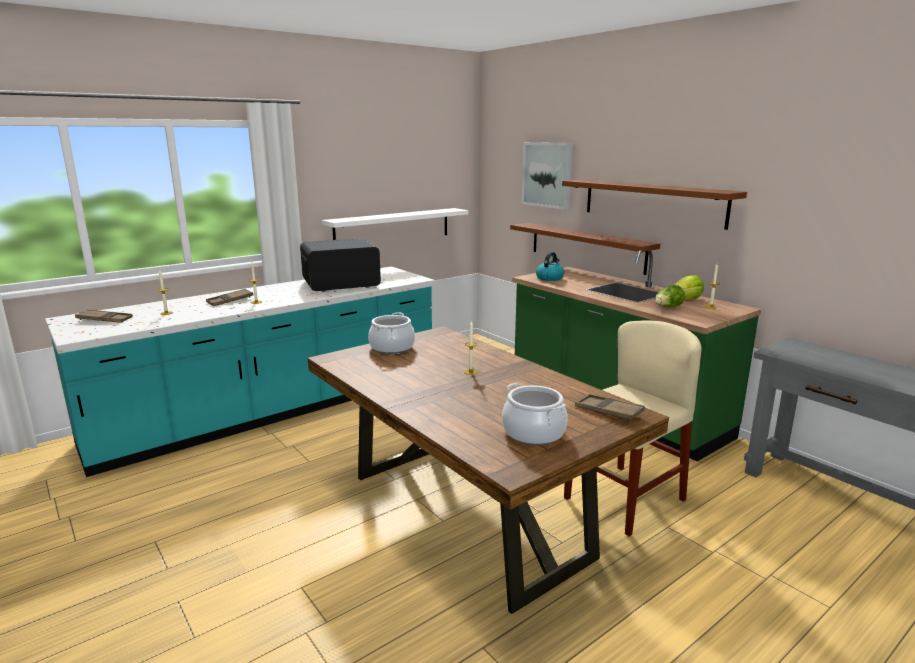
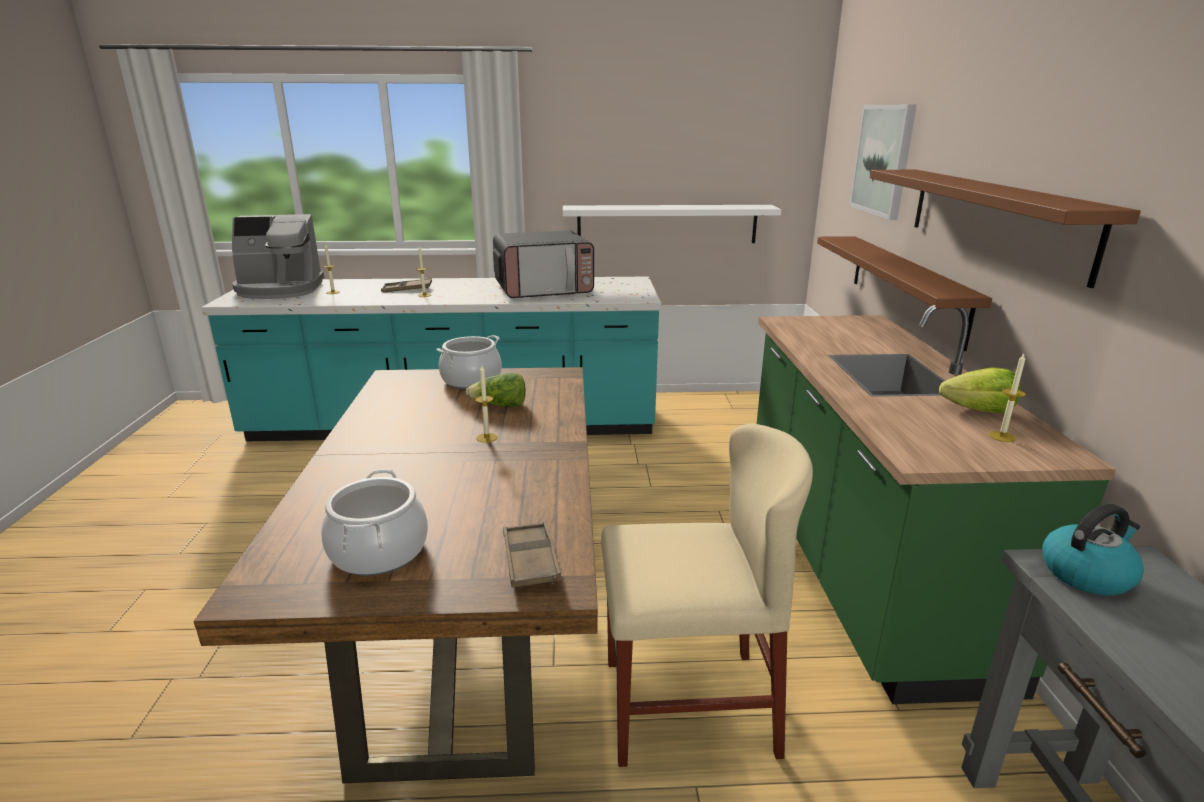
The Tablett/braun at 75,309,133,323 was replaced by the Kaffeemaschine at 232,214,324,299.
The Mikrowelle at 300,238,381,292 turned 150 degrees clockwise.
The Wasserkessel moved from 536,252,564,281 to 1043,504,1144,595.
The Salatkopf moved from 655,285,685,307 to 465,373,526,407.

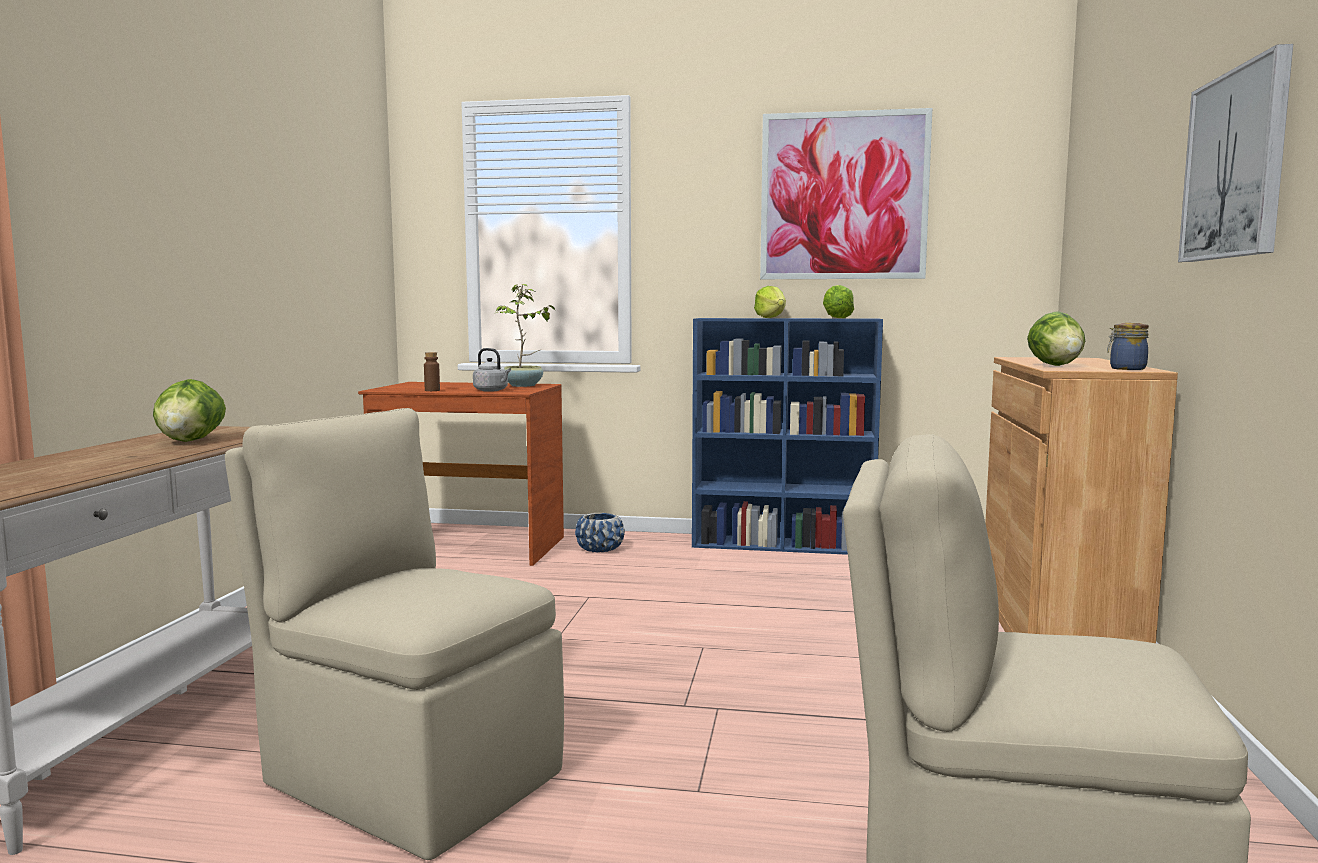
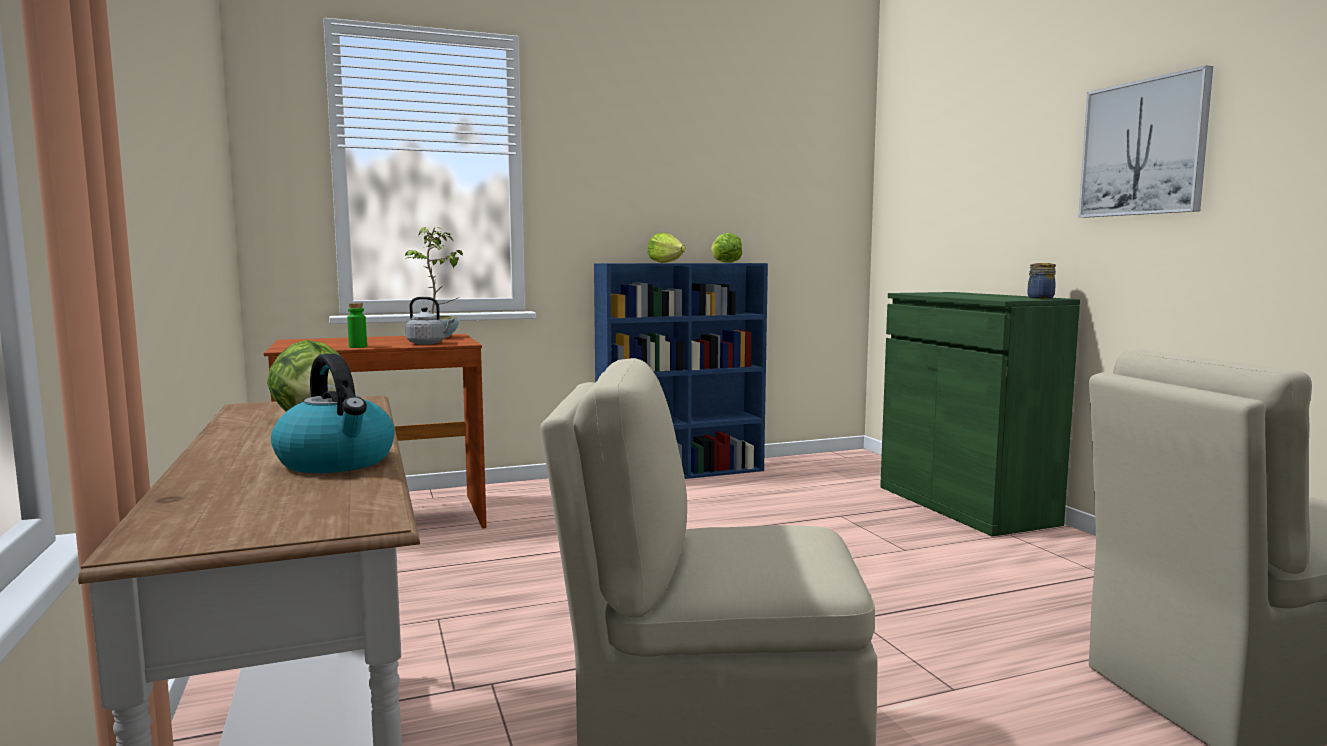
The Flasche/braun at 424,352,440,391 became the Flasche/grün at 347,303,367,348.
The Pflanzkübel/blau at 575,513,625,552 disappeared.
The Bild at 760,108,932,279 disappeared.
The Schrank/braun at 985,357,1178,643 became the Schrank/grün at 880,292,1080,537.
The Salatkopf at 1027,312,1085,366 disappeared.
The Wasserkessel at 271,354,395,473 appeared.

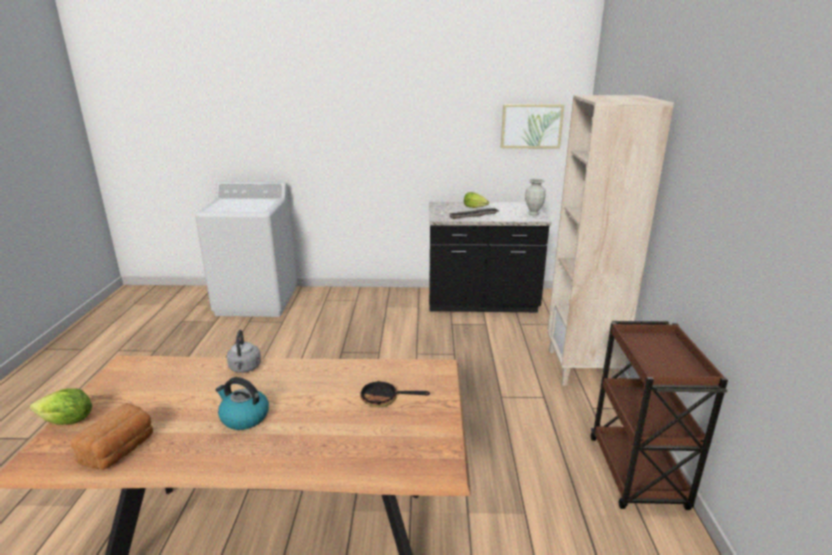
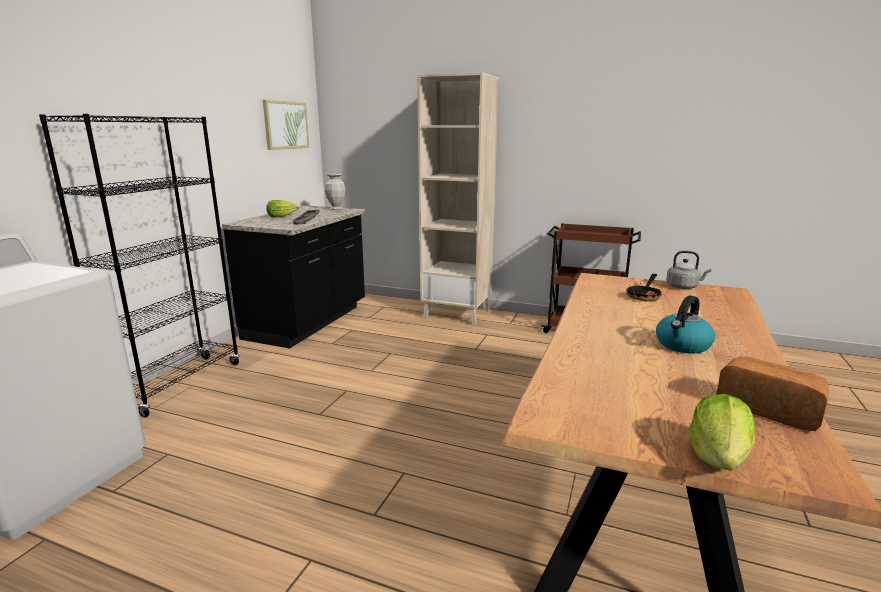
The Wasserkessel/grau moved from 227,330,261,373 to 666,251,711,289.
The Bücherregal/schwarz at 39,114,239,417 appeared.

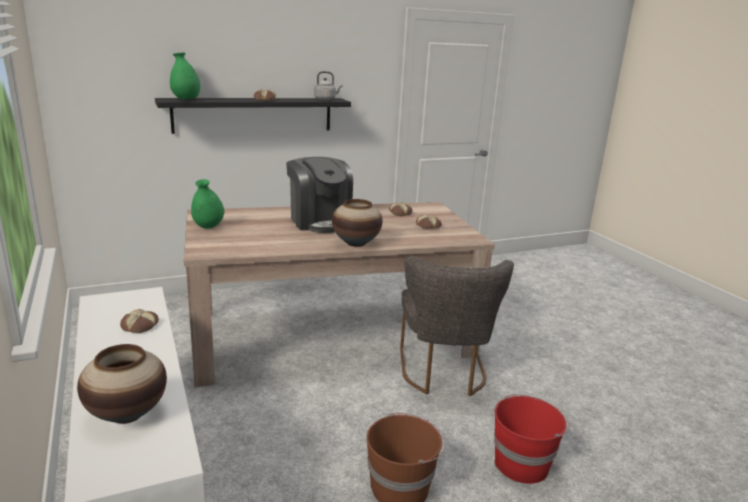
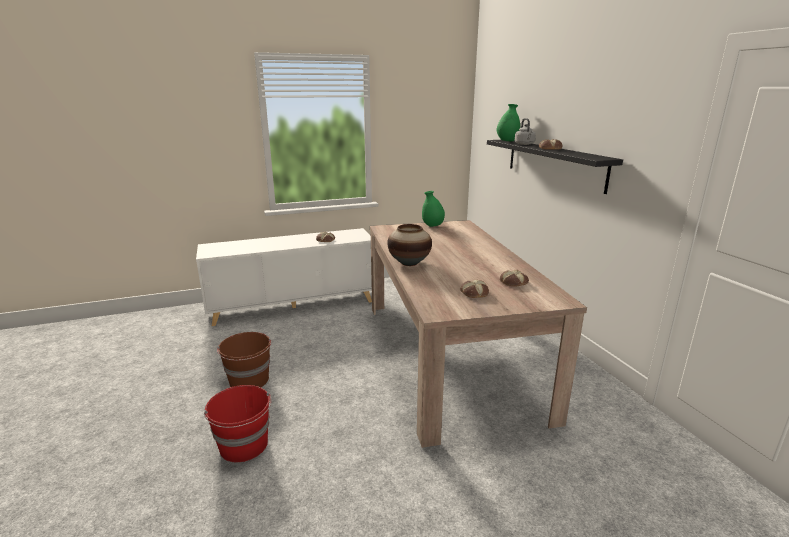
The Vase at 77,344,167,424 disappeared.
The Kaffeemaschine at 286,157,353,233 disappeared.
The Wasserkessel/grau moved from 314,71,343,100 to 515,118,536,145.
The Stuhl/grau at 400,256,514,396 disappeared.

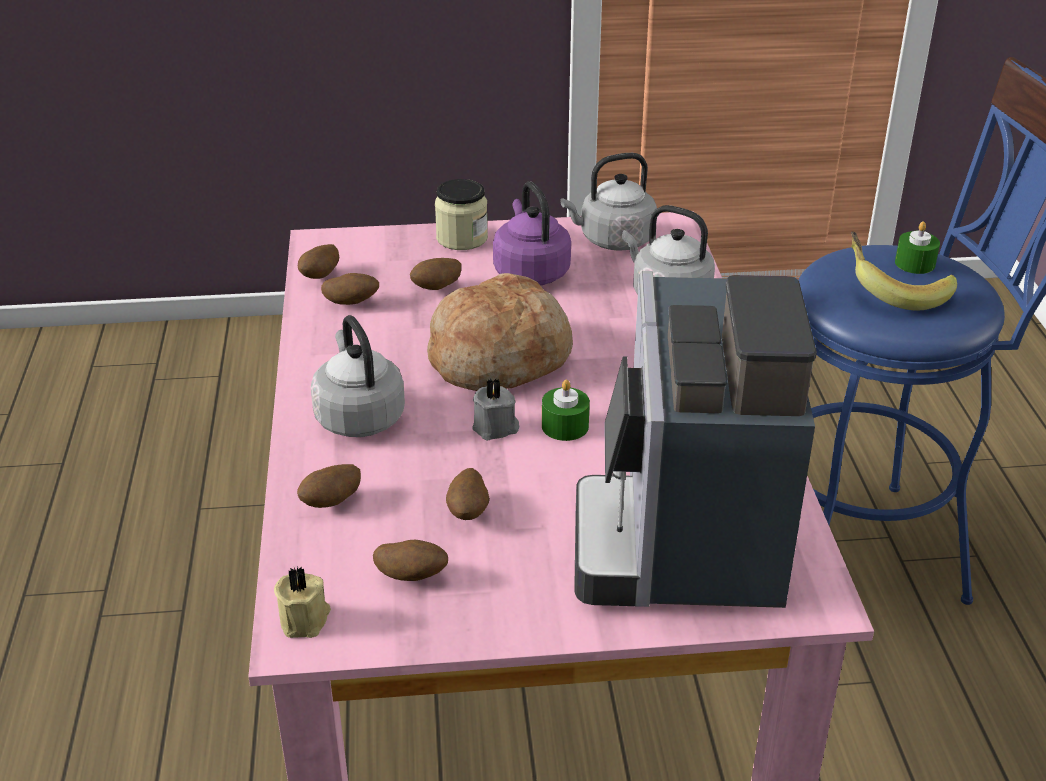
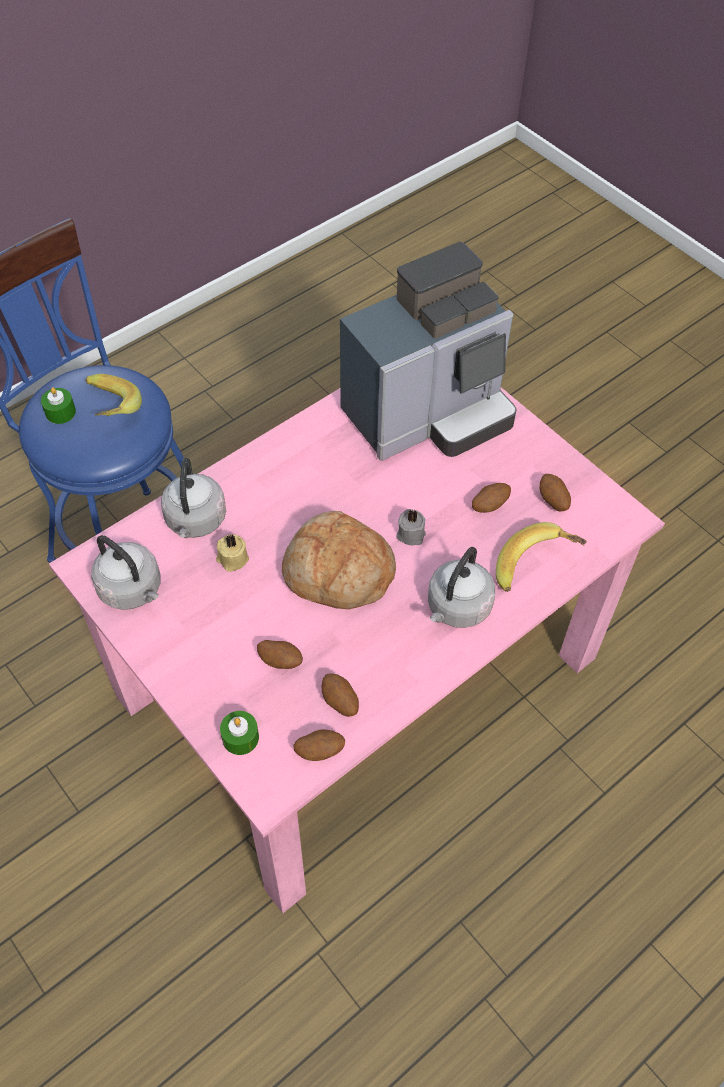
The Kerze/beige moved from 274,567,331,638 to 216,535,249,572.
The Kartoffel at 297,464,361,508 was replaced by the Banane at 496,522,587,592.
The Vorratsglas at 435,179,488,250 disappeared.
The Wasserkessel/lila at 493,181,571,285 disappeared.
The Kerze/grün moved from 542,380,590,441 to 220,711,259,755.

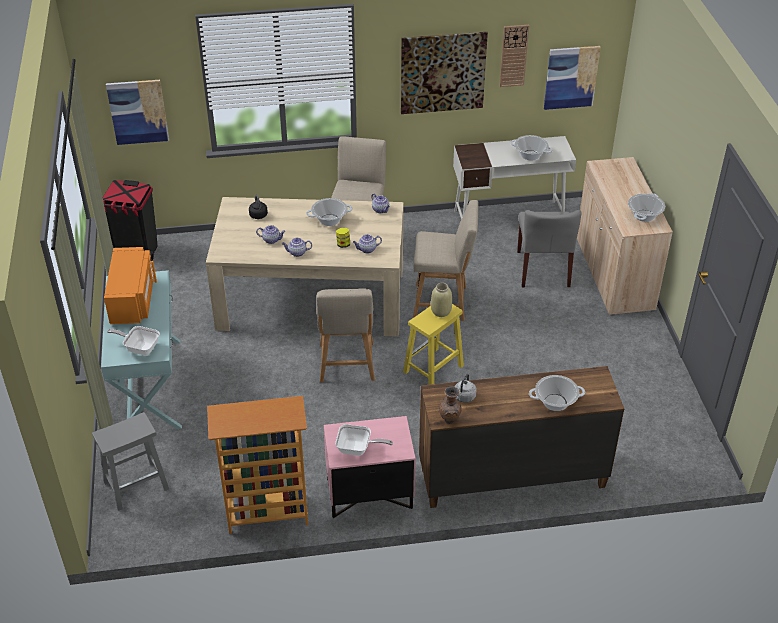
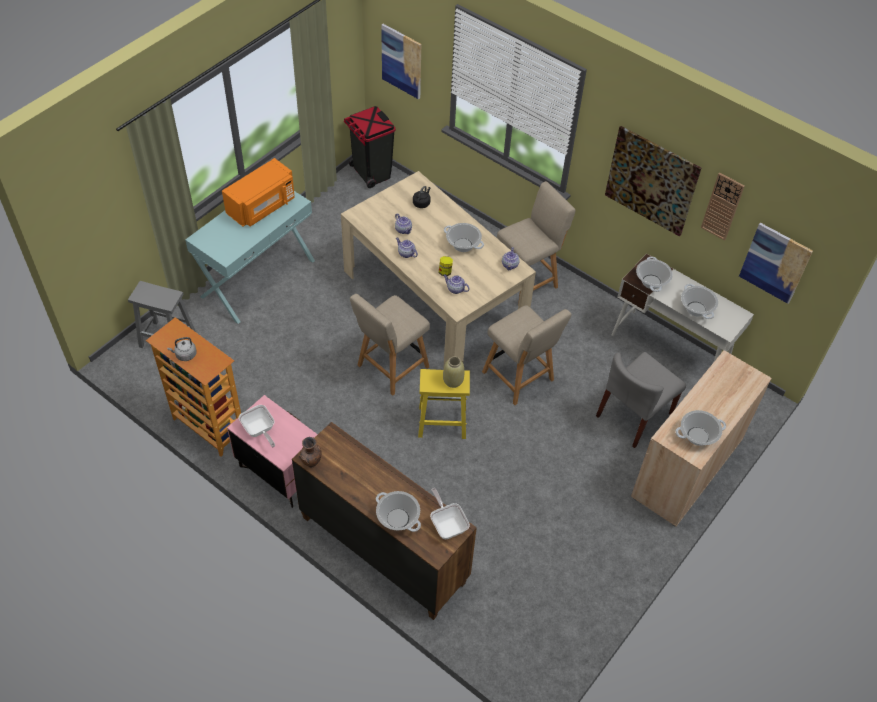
The Pfanne moved from 107,326,160,356 to 430,488,470,539.
The Wasserkessel/grau moved from 455,374,477,403 to 167,337,197,361.
The Kochtopf at 636,256,673,292 appeared.

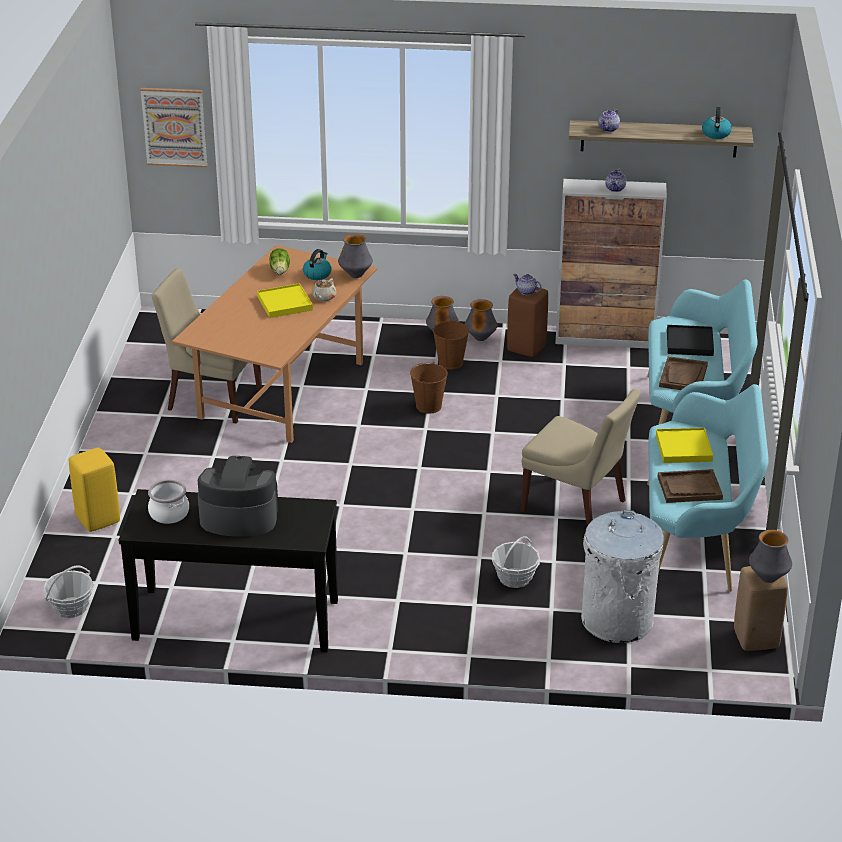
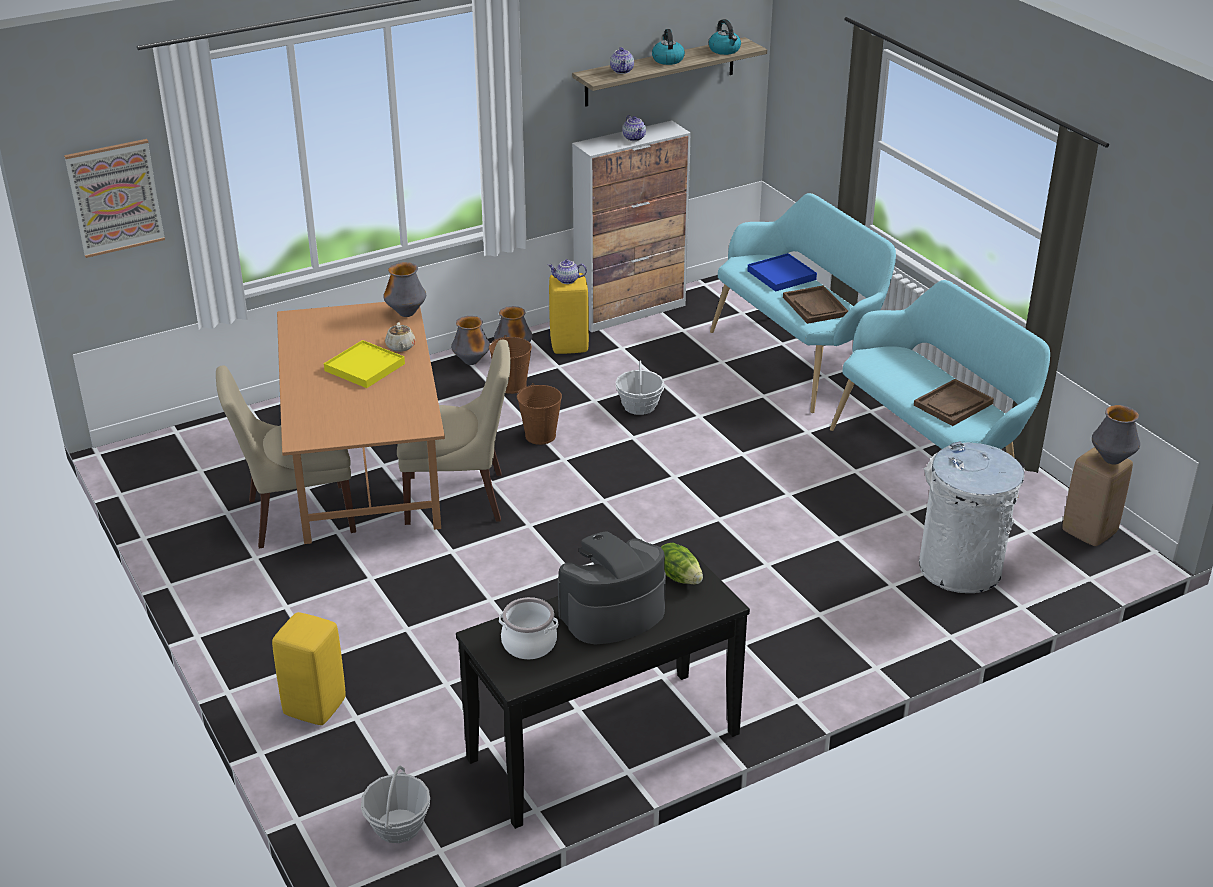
The Salatkopf moved from 269,248,290,275 to 661,542,703,585.
The Wasserkessel moved from 303,249,332,280 to 652,29,685,65.
The Korb moved from 492,536,540,588 to 615,361,665,415.
The Hocker/braun at 507,287,548,357 became the Hocker/gelb at 549,273,589,354.
The Stuhl/beige moved from 521,389,640,526 to 397,340,511,525.
The Tablett/gelb at 656,428,713,463 disappeared.
The Tablett/schwarz at 667,325,714,356 became the Tablett/blau at 747,253,817,292.

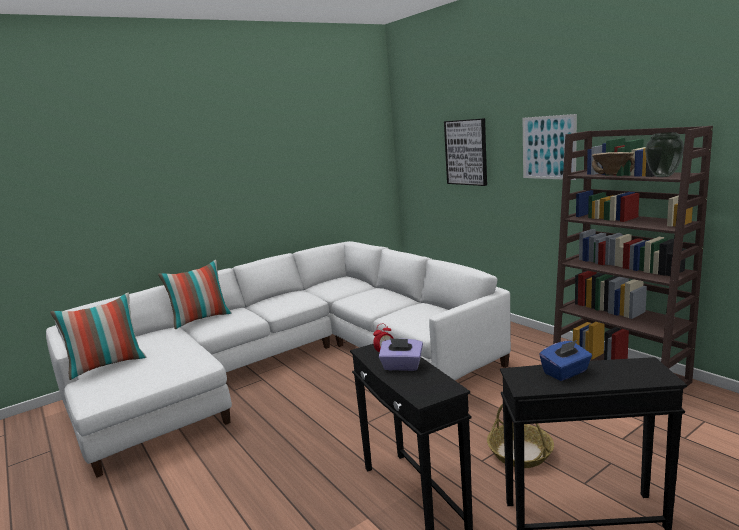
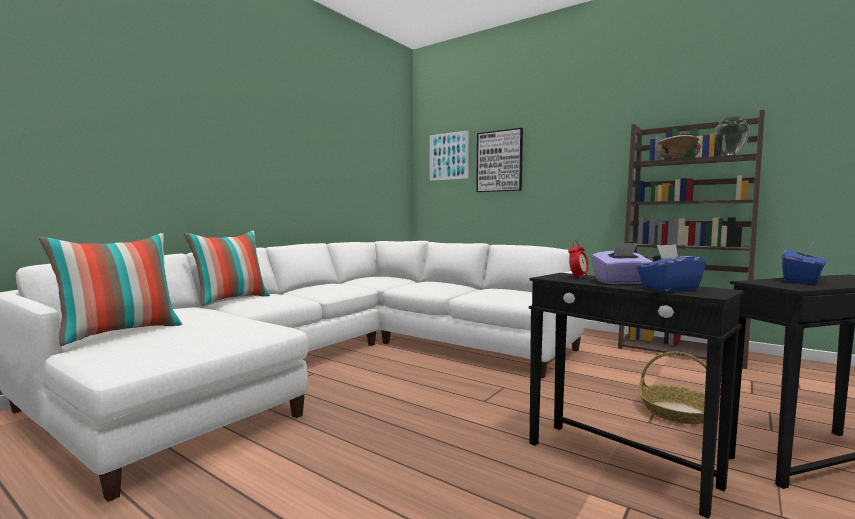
The Bild moved from 523,114,577,180 to 430,130,469,181.
The Taschentuchbox/blau at 636,244,706,292 appeared.

